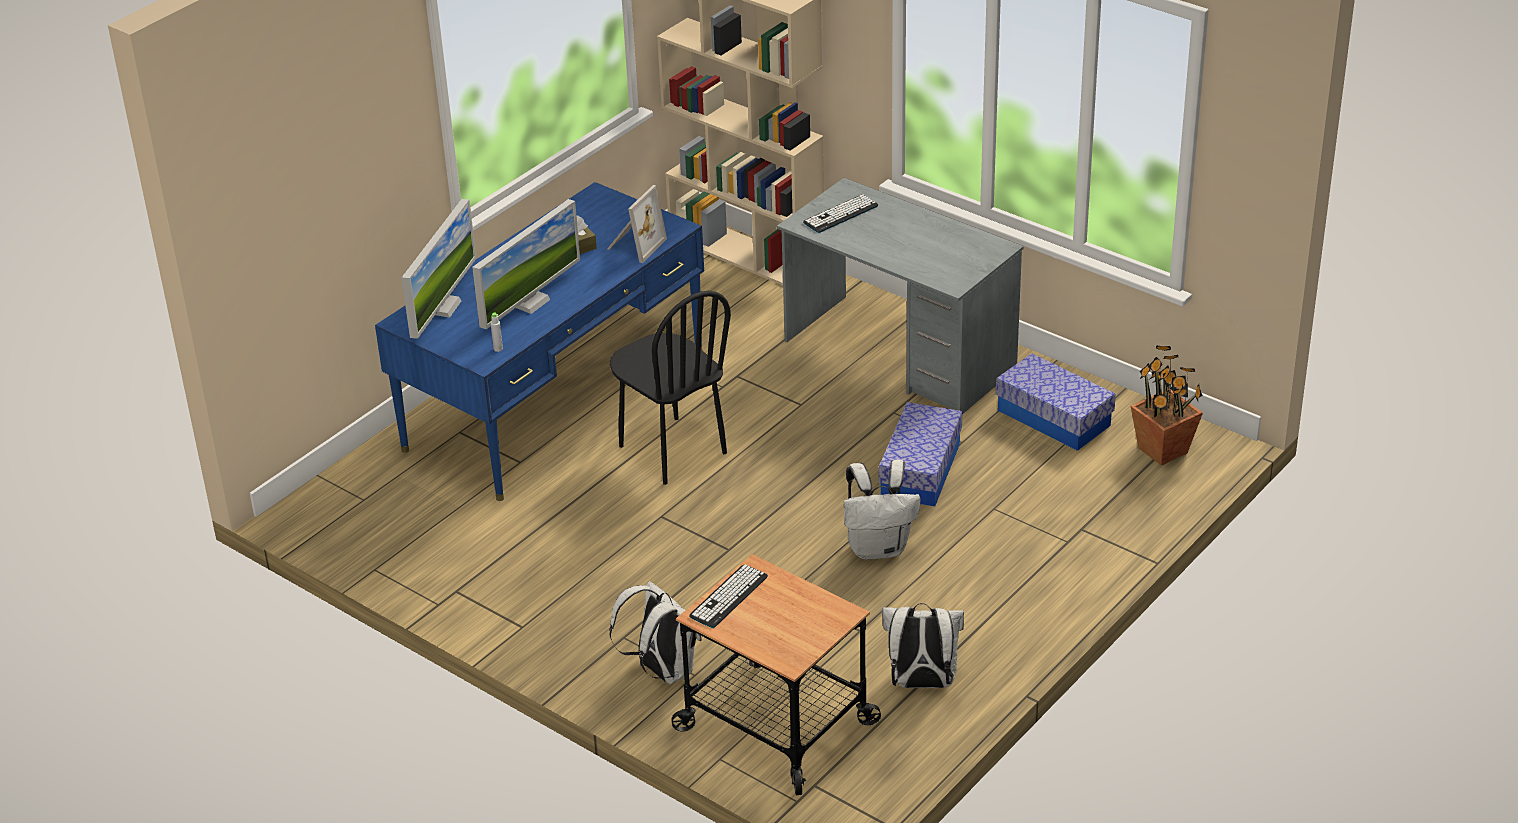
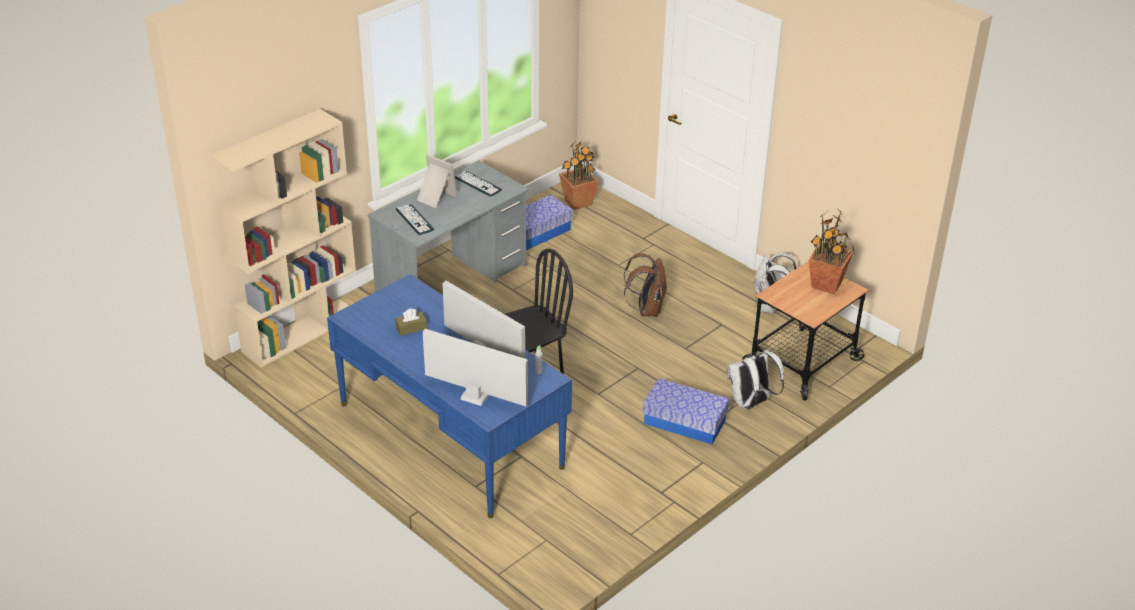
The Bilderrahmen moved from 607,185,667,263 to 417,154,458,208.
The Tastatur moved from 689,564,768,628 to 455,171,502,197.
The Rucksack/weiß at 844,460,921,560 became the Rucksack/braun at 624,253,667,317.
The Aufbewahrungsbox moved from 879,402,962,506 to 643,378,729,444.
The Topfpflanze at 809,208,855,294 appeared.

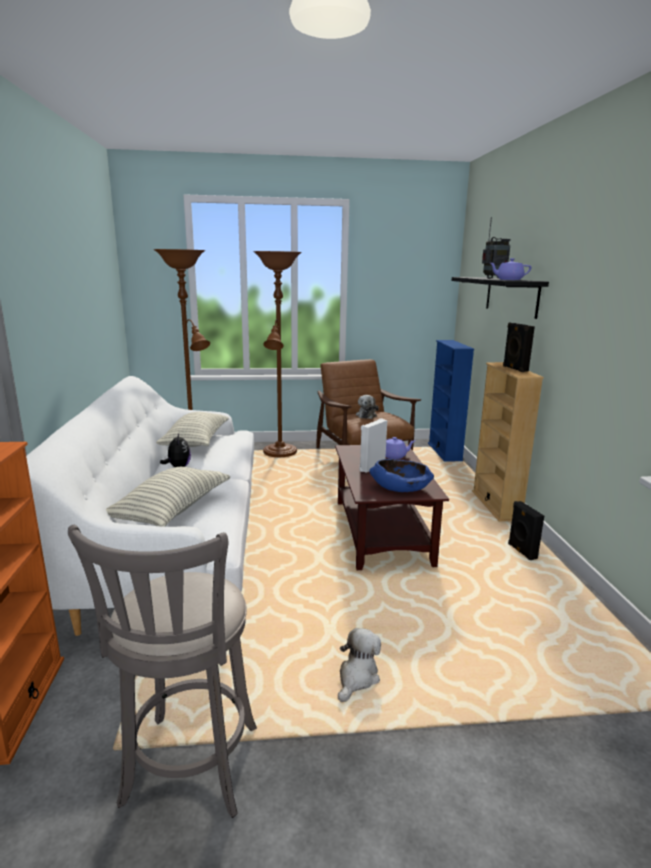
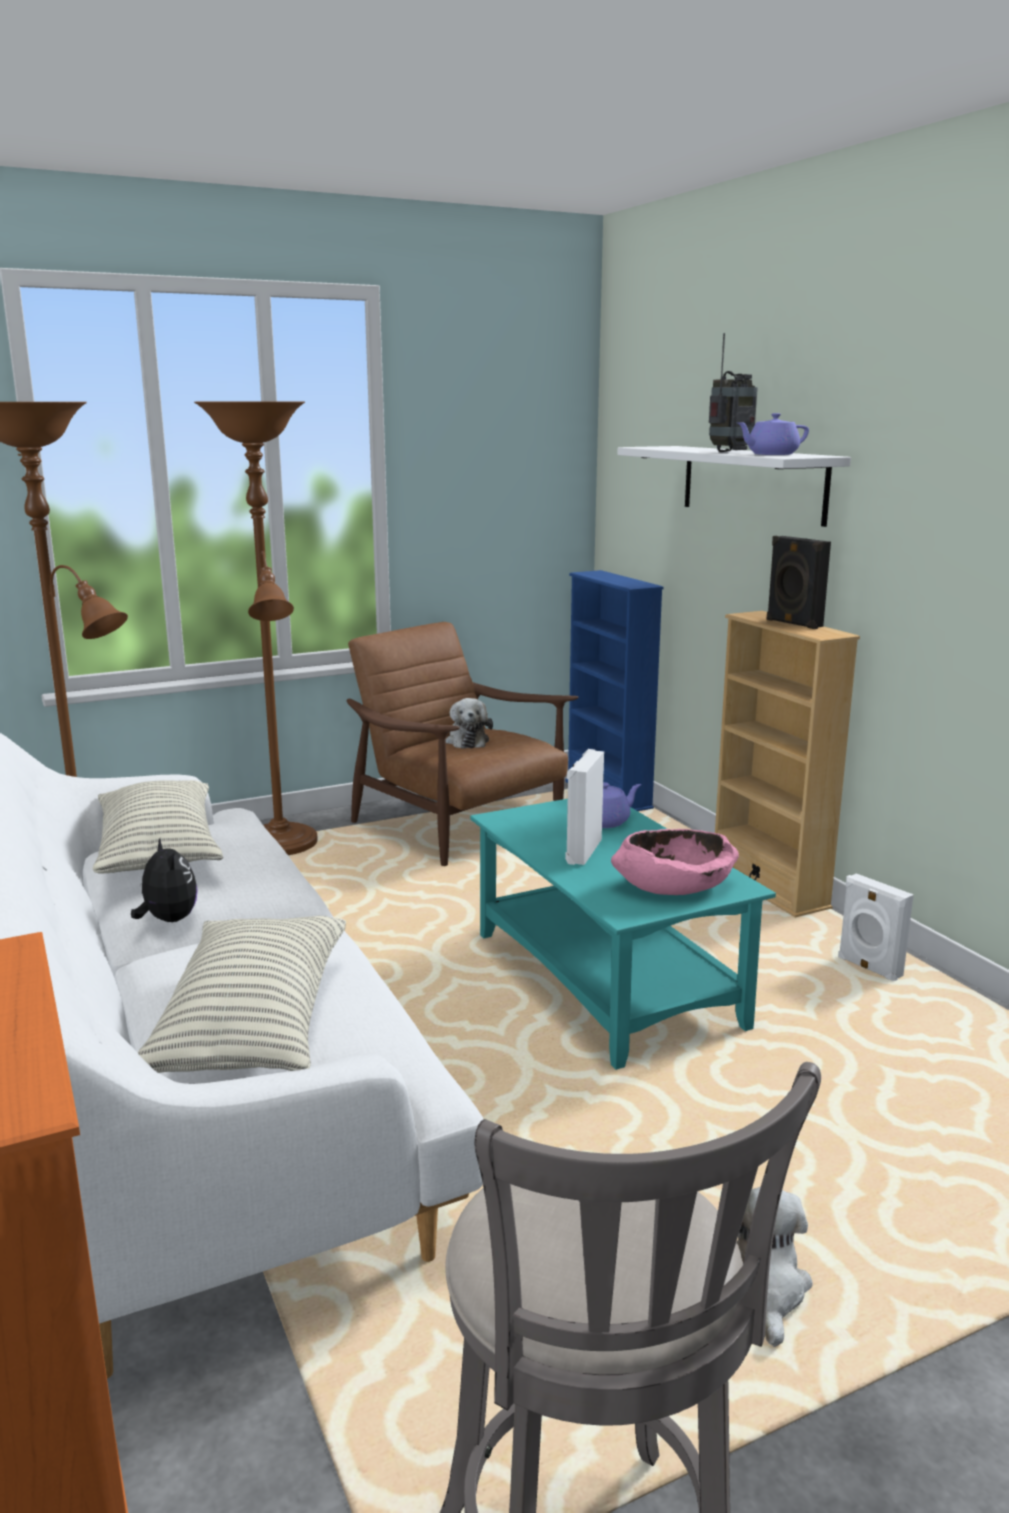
The Couchtisch/braun at 335,444,449,570 became the Couchtisch/türkis at 470,799,776,1070.
The Schüssel/blau at 369,459,434,492 became the Schüssel/rosa at 611,829,739,895.
The Wandregal/schwarz at 451,277,549,319 became the Wandregal/weiß at 617,446,851,527.
The Lautsprecher/schwarz at 508,501,544,560 became the Lautsprecher/weiß at 838,873,914,981.

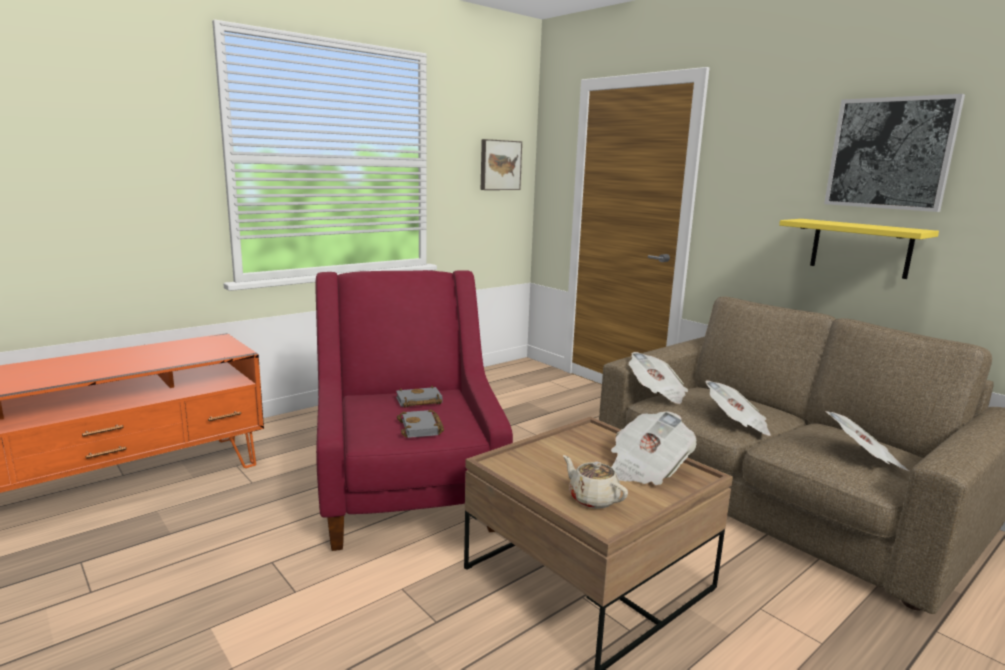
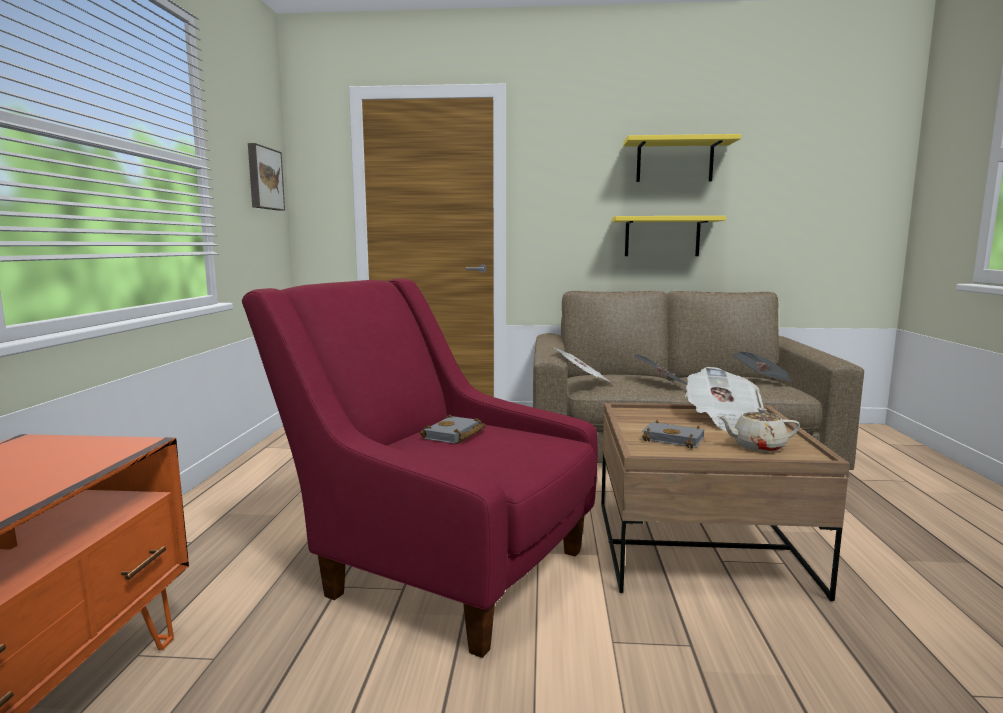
The Buch/grau moved from 397,409,444,438 to 642,420,704,448.
The Bild at 824,94,965,212 was replaced by the Wandregal/gelb at 623,134,741,182.

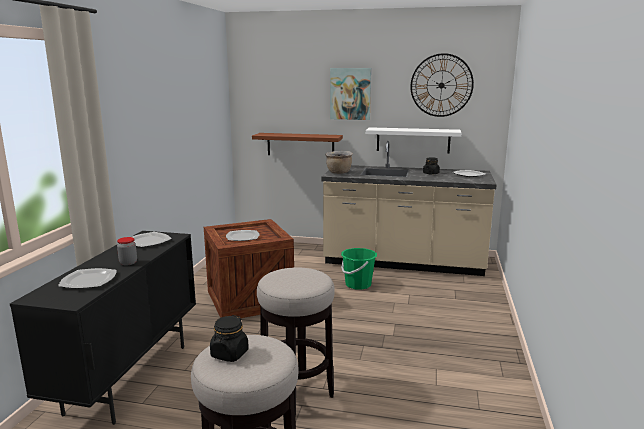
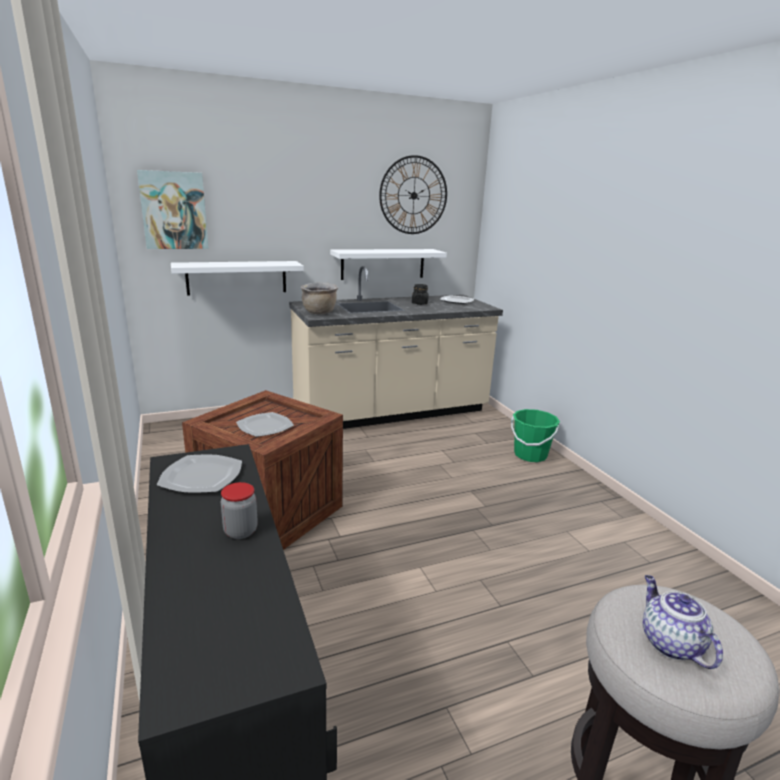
The Teller at 58,268,117,288 disappeared.
The Vorratsglas/schwarz at 210,315,249,362 was replaced by the Teekanne at 643,575,723,669.
The Wandregal/braun at 252,133,343,155 became the Wandregal/weiß at 171,261,304,296.
The Hocker at 257,268,335,417 disappeared.
The Bild moved from 330,68,371,120 to 137,170,208,249.
The Eimer/grün moved from 341,248,377,290 to 511,409,560,462.

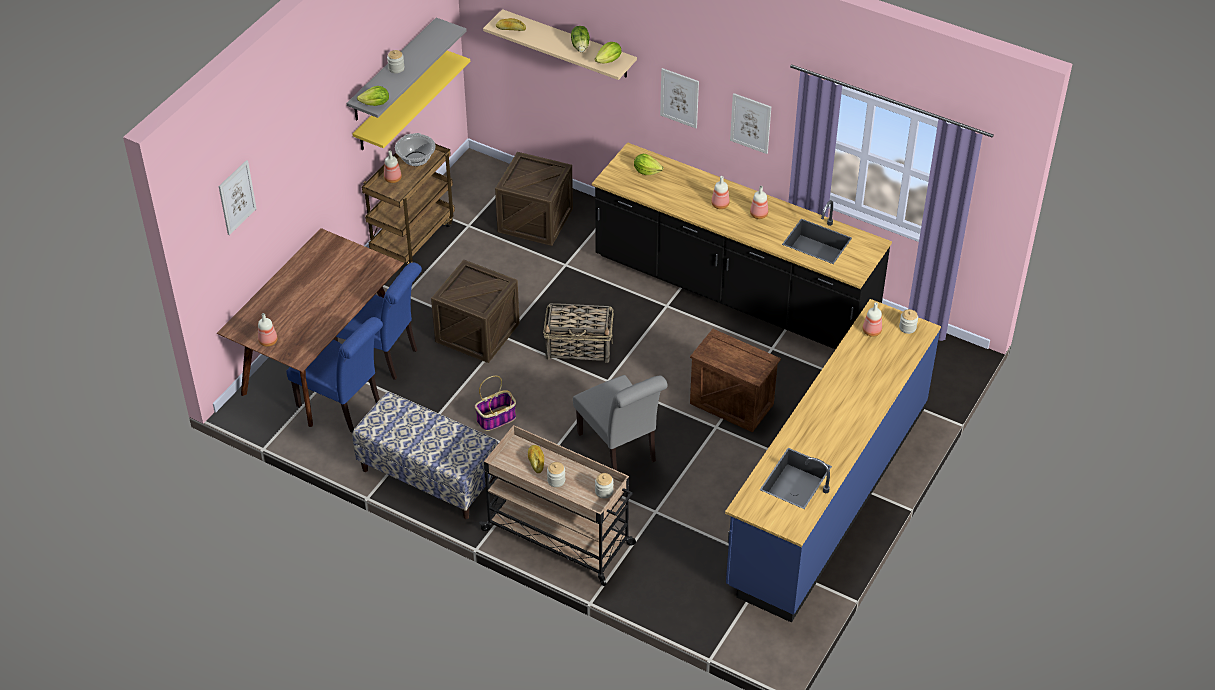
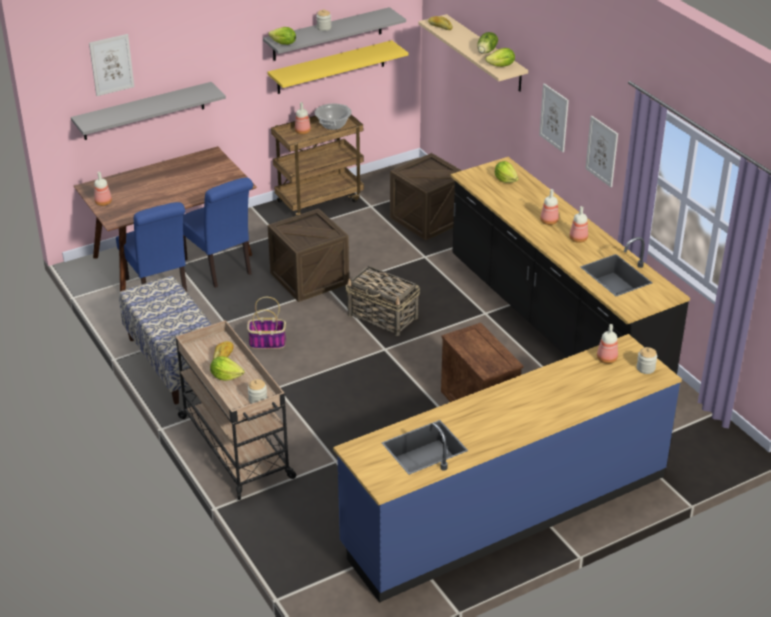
The Vorratsglas at 547,462,565,487 was replaced by the Salatkopf at 210,356,244,381.
The Stuhl/grau at 573,375,668,471 disappeared.
The Wandregal/grau at 71,82,226,140 appeared.

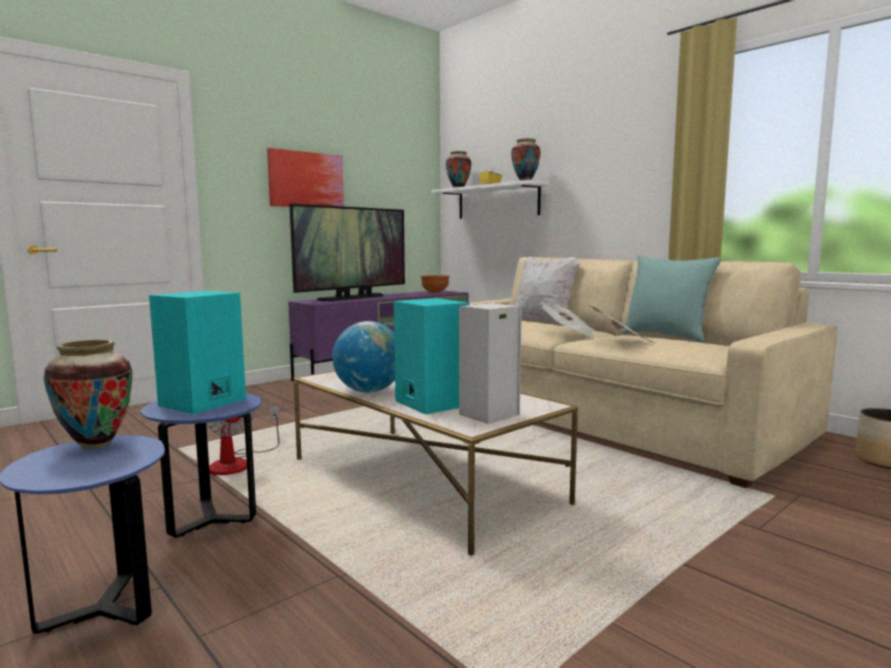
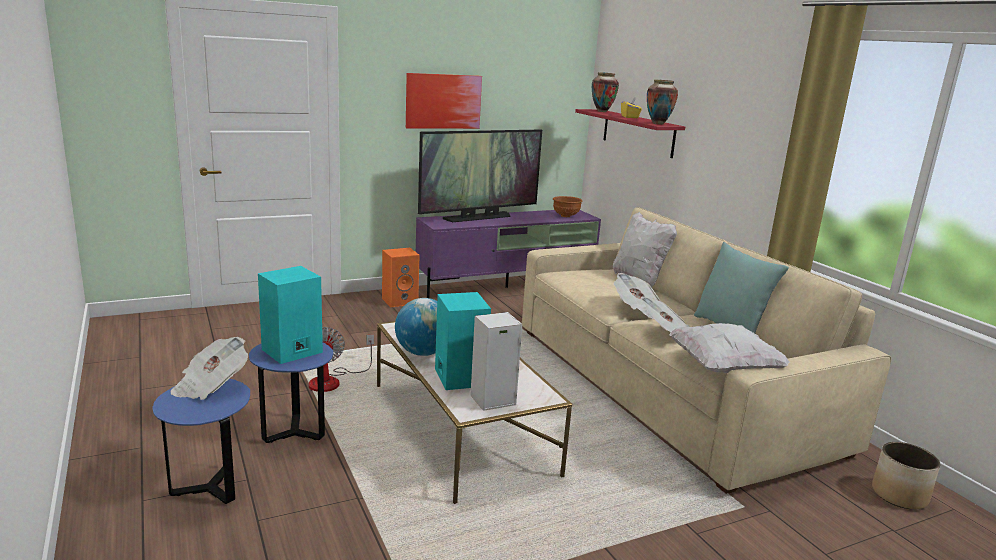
The Vase at 44,340,132,449 was replaced by the Zeitung at 170,337,248,400.
The Wandregal/weiß at 432,180,550,219 became the Wandregal/rot at 575,109,685,158.
The Lautsprecher/orange at 382,248,420,307 appeared.
The Kissen/weiß at 670,323,790,373 appeared.

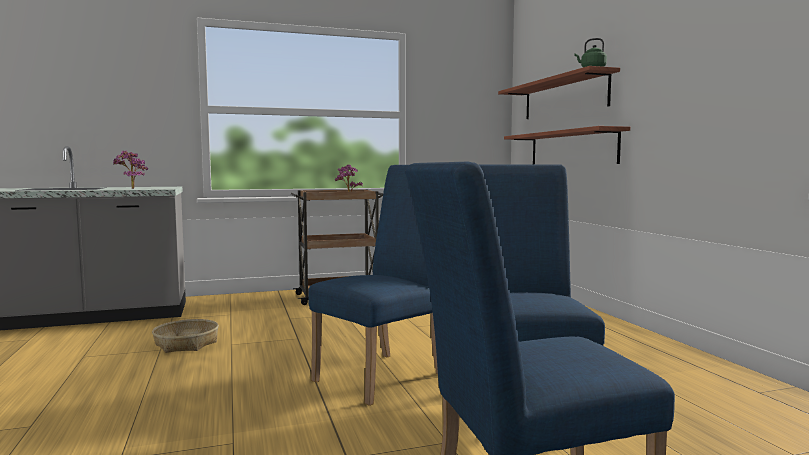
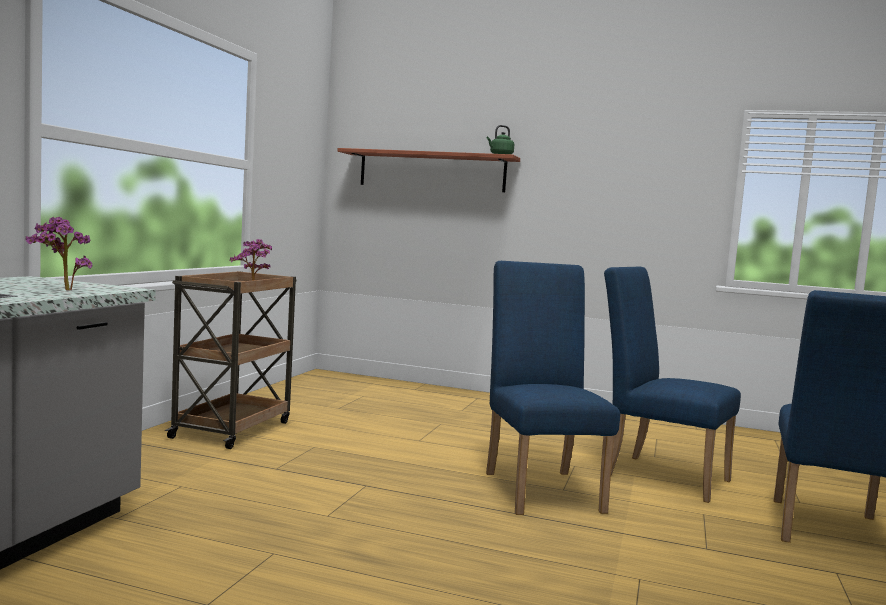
The Korb at 152,319,219,353 disappeared.
The Wandregal at 504,126,630,164 disappeared.

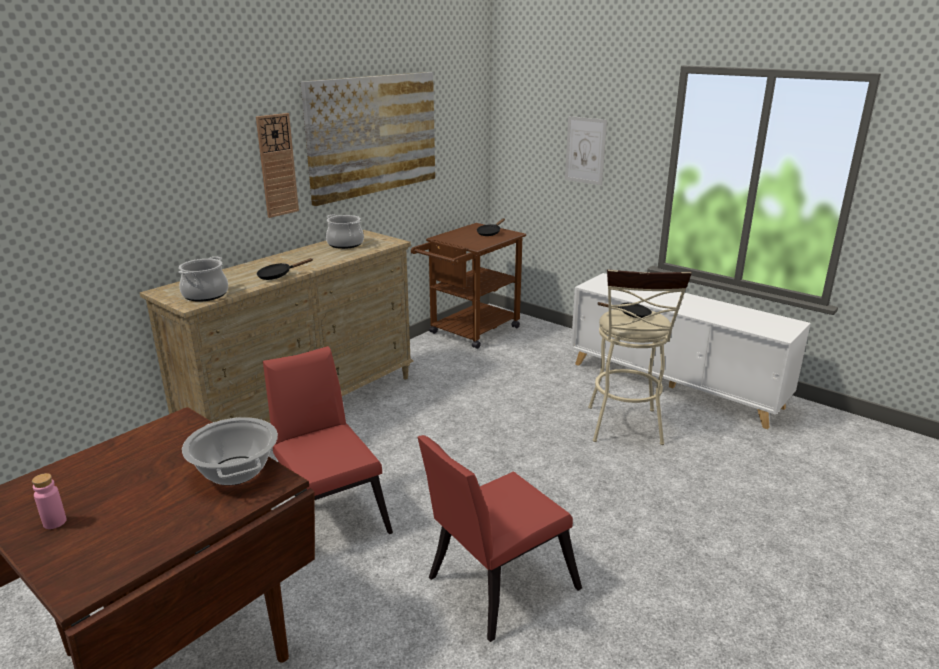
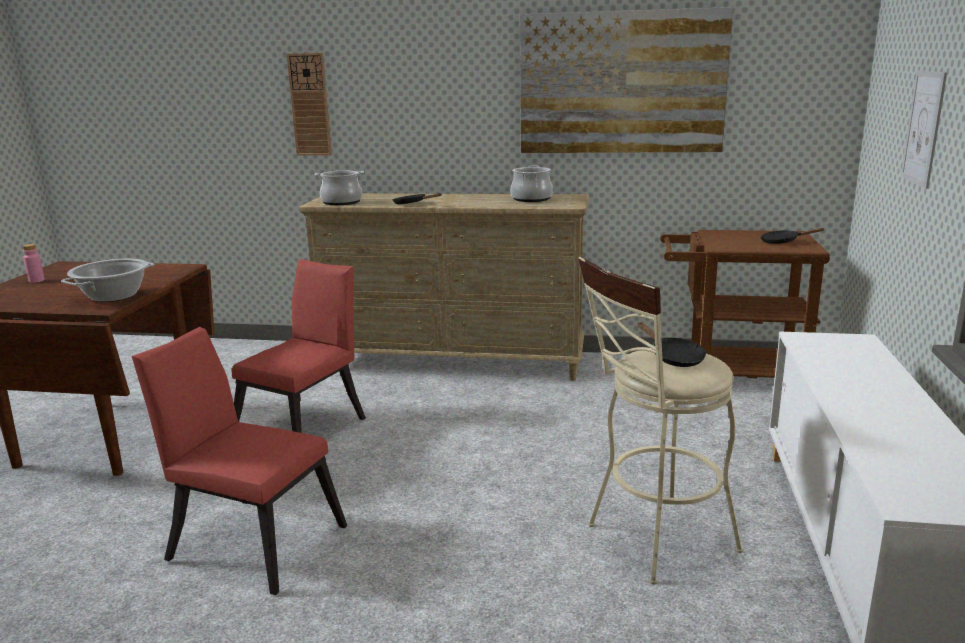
The Wanduhr moved from 256,113,299,218 to 286,53,332,156.

